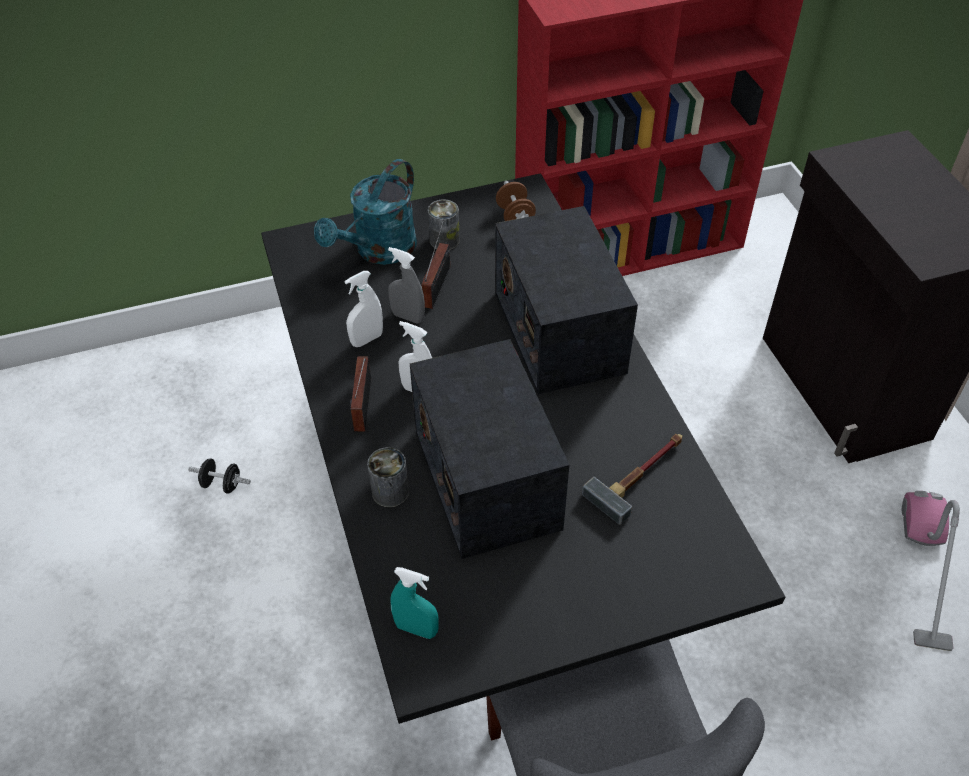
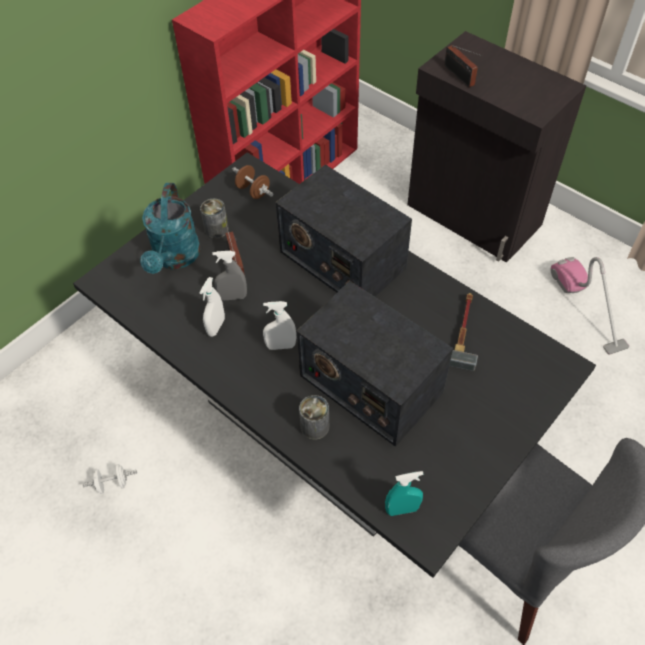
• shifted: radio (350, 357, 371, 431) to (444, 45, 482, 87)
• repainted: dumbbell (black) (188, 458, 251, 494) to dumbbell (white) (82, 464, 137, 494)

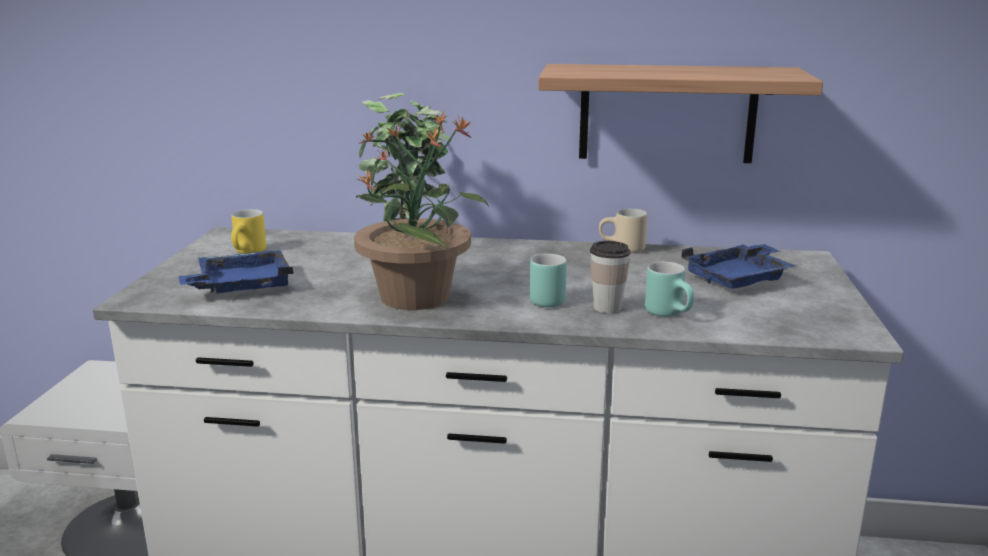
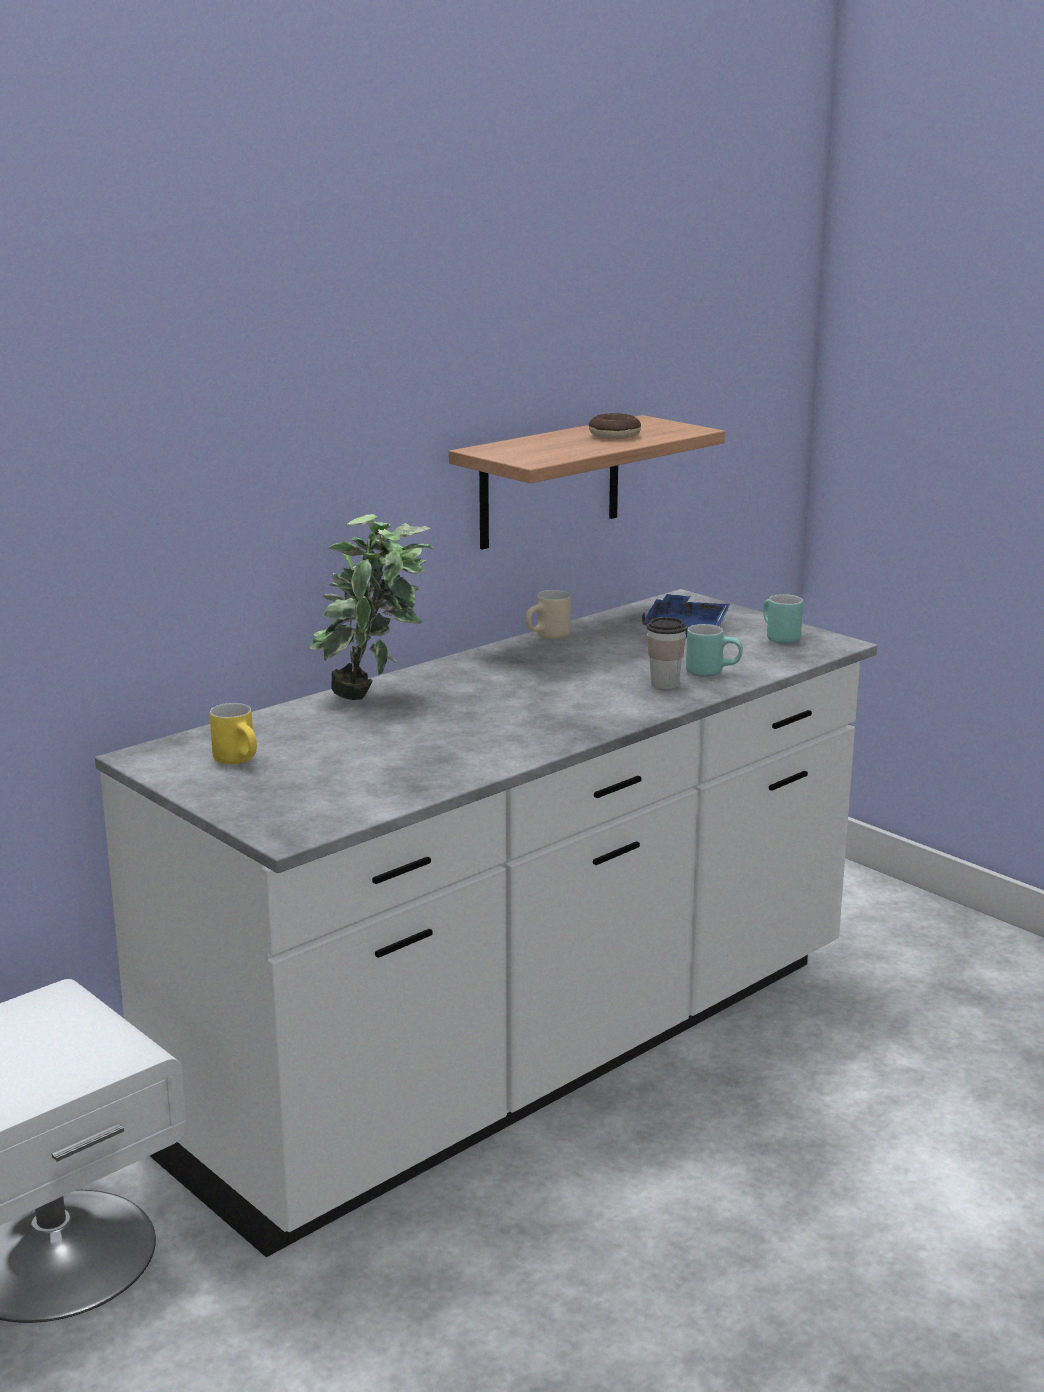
• gone: potted plant (354, 111, 488, 310)
• gone: tray (blue) (178, 250, 294, 293)
• shifted: mug (turquoise) (530, 254, 567, 307) to (763, 594, 803, 644)
• new: donut (589, 413, 641, 440)

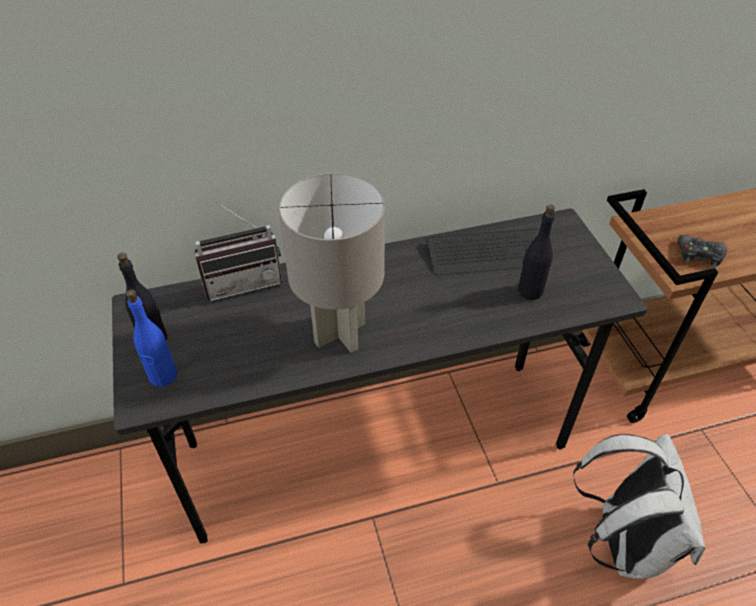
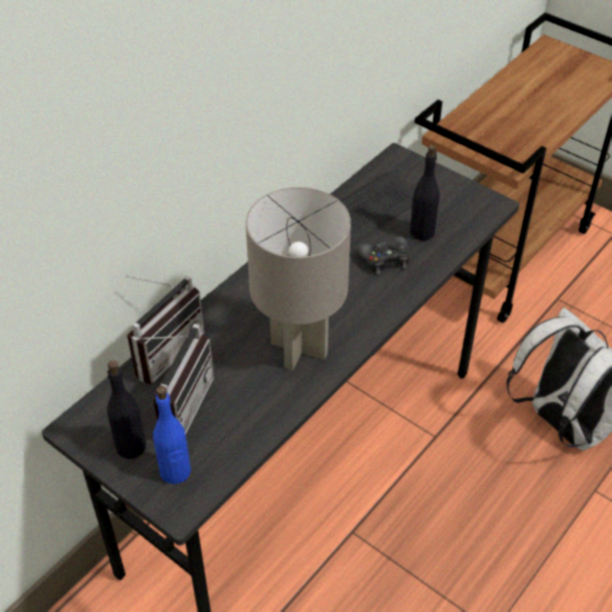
• shifted: game controller (black) (678, 235, 727, 268) to (356, 236, 410, 274)
• new: radio (138, 324, 214, 435)

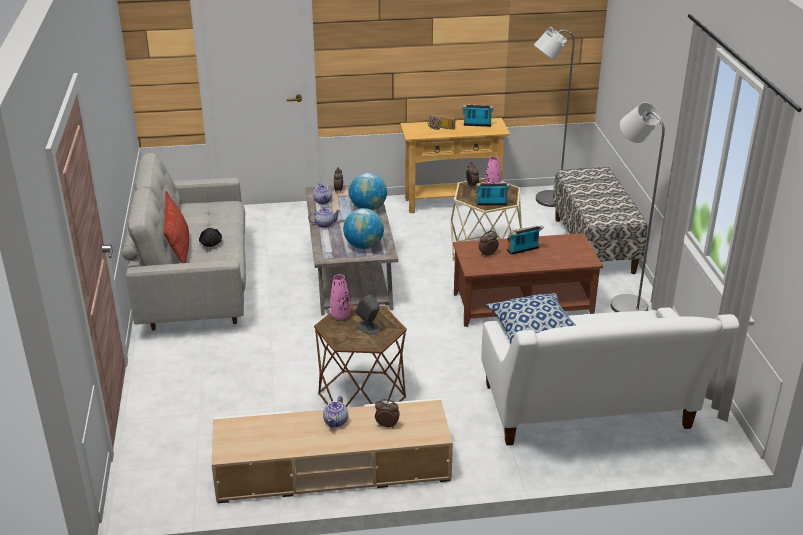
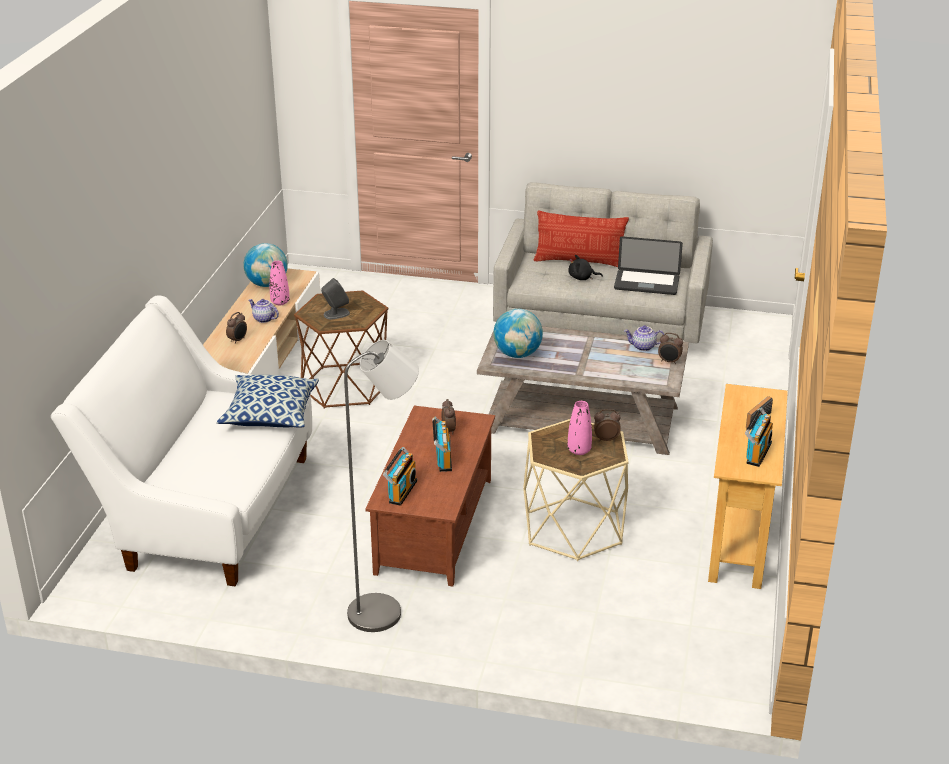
• gone: floor lamp (grey) (534, 26, 575, 207)
• gone: bench (552, 167, 647, 274)
• shifted: globe (349, 173, 387, 210) to (243, 243, 288, 287)
• shifted: radio (475, 182, 510, 206) to (383, 447, 417, 506)
• gone: teapot (308, 207, 341, 228)
• shifted: vase (pink) (330, 274, 350, 320) to (270, 261, 290, 305)
• new: laptop (614, 236, 683, 295)

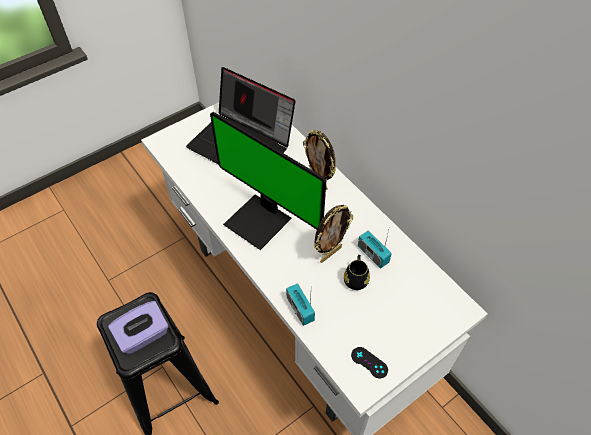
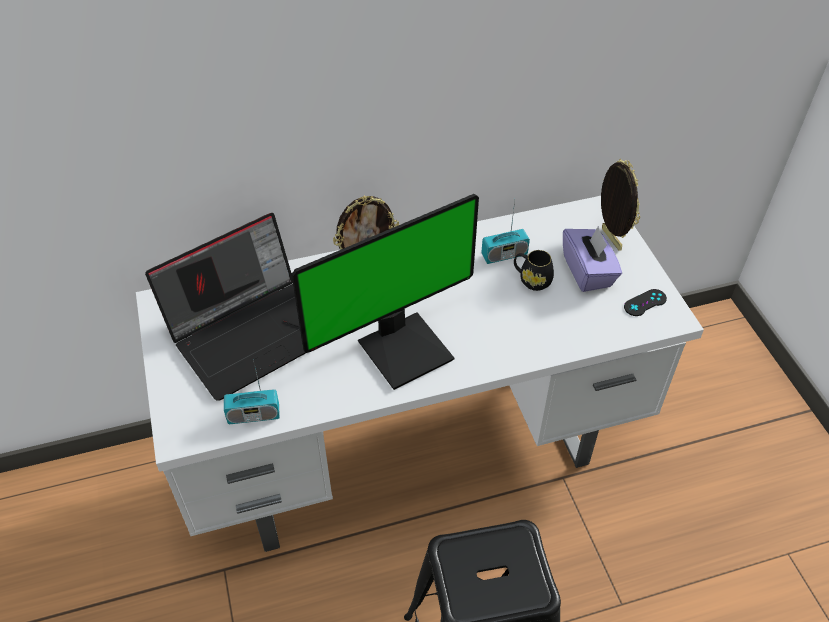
• shifted: picture frame (314, 205, 353, 263) to (601, 159, 640, 251)
• shifted: radio (286, 283, 315, 326) to (224, 360, 280, 424)
• shifted: tissue box (purple) (108, 301, 168, 354) to (563, 226, 622, 292)

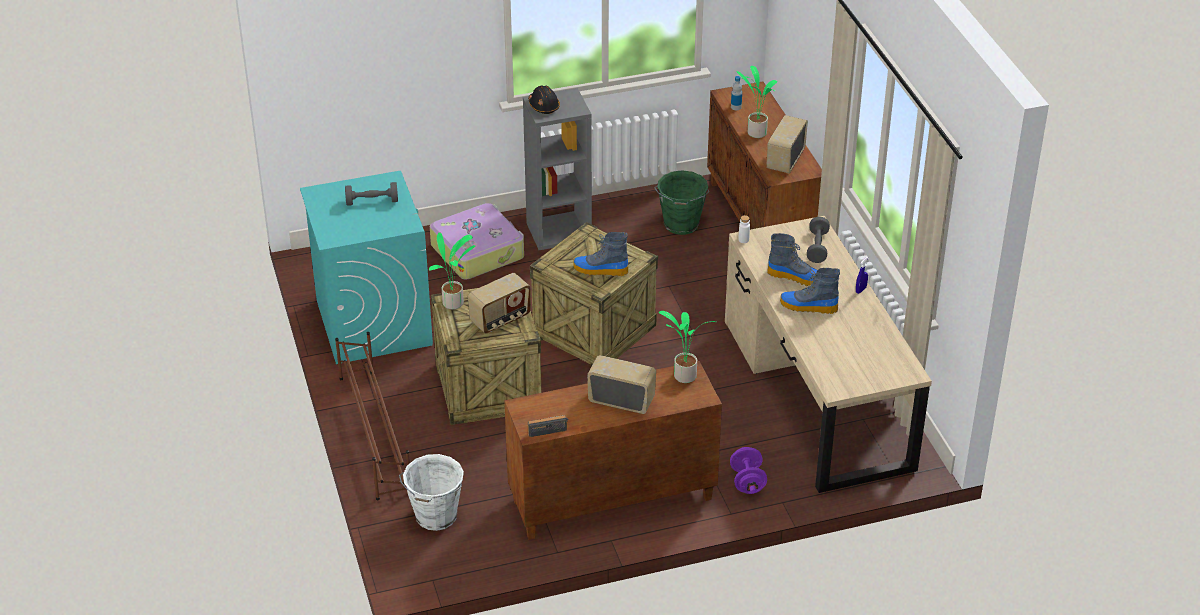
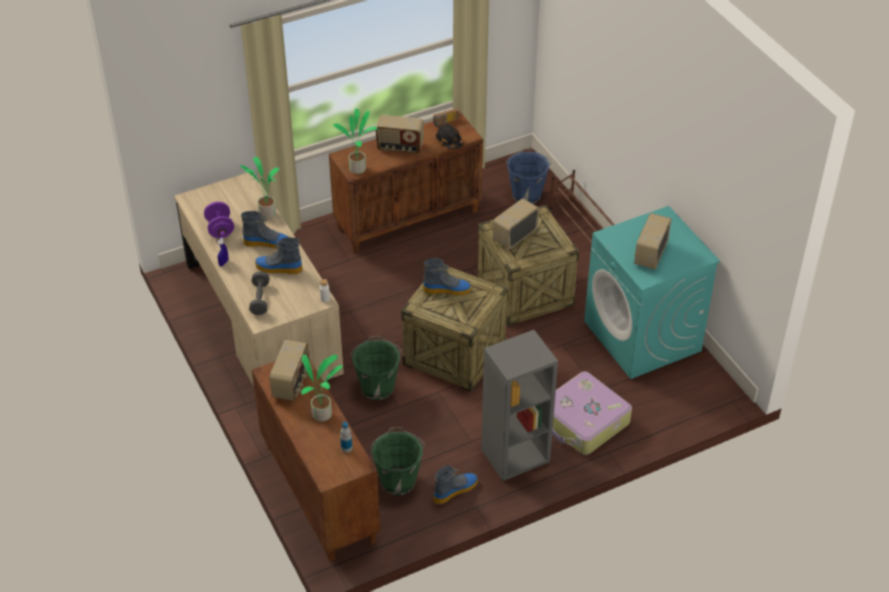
• shifted: hard hat (black) (528, 85, 560, 114) to (435, 124, 463, 149)
• swapped: dumbbell (grey) (345, 182, 398, 206) to radio (634, 213, 672, 269)
• shifted: potted plant (429, 233, 475, 309) to (240, 157, 279, 219)
• shifted: dumbbell (purple) (730, 447, 767, 494) to (204, 202, 234, 238)
• repainted: bucket (white) (399, 454, 464, 531) to bucket (blue) (506, 149, 552, 204)
• new: bucket (green) (351, 336, 402, 400)
• new: boot (433, 465, 478, 504)

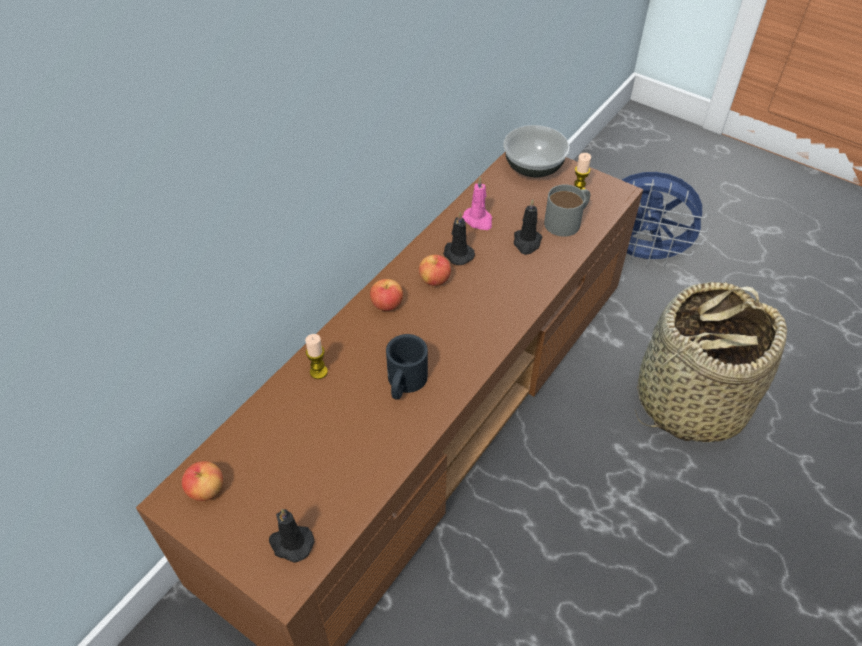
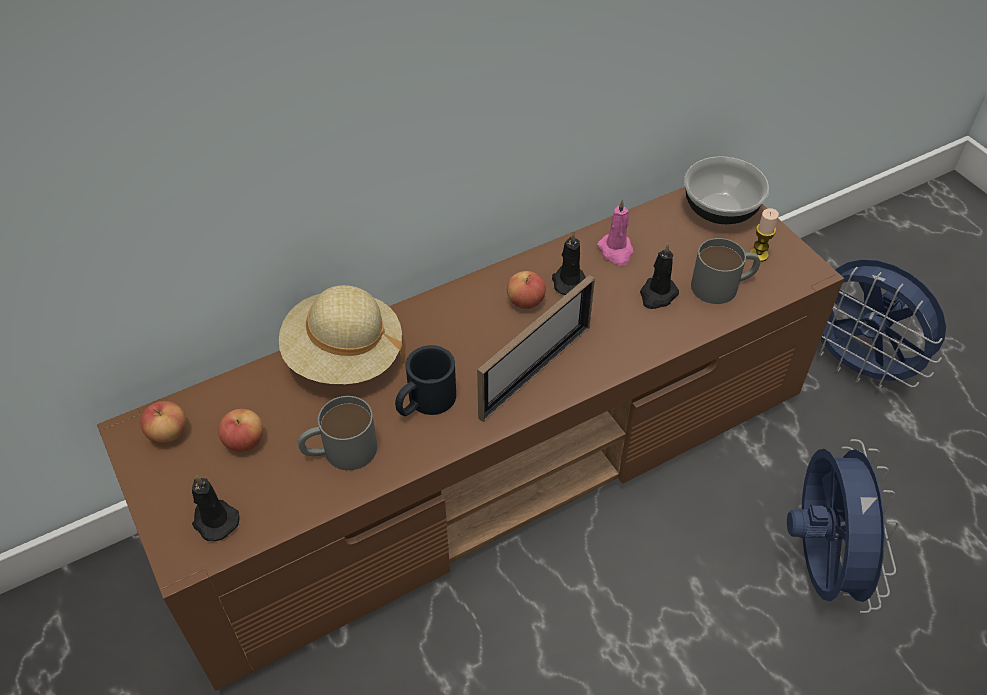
• shifted: apple (370, 279, 403, 311) to (218, 409, 263, 452)
• swapped: basket (635, 282, 787, 442) to fan (blue) (787, 439, 899, 613)
• swapped: candle (305, 334, 328, 379) to hat (beige) (279, 285, 404, 384)
• new: picture frame (477, 275, 595, 422)
• new: mug (grey) (298, 396, 377, 470)

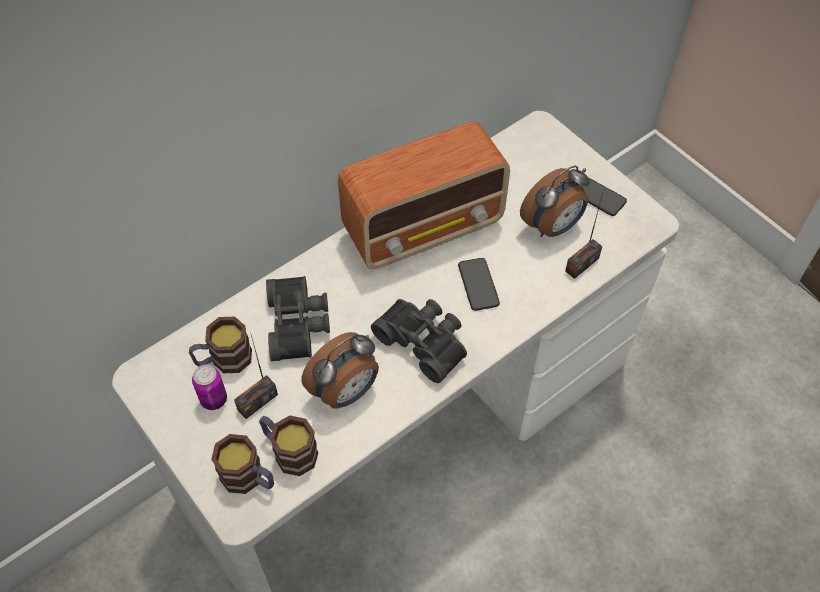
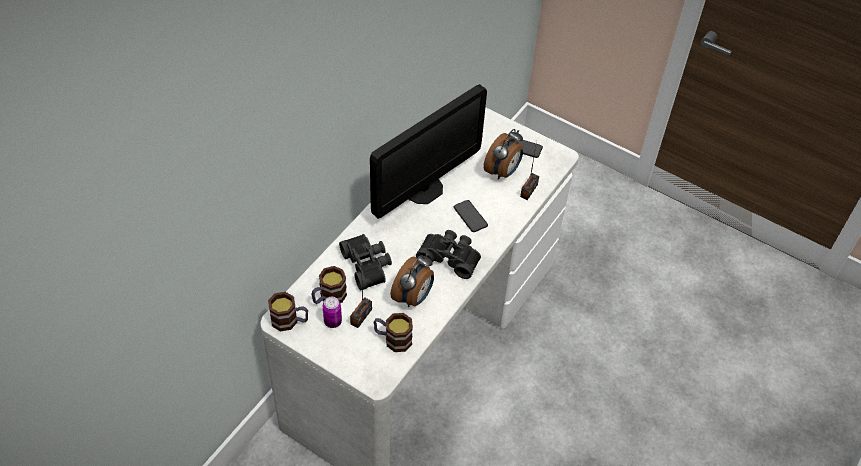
• swapped: radio (338, 122, 510, 269) to monitor (370, 84, 487, 219)
• shifted: mug (211, 434, 274, 494) to (268, 292, 308, 331)

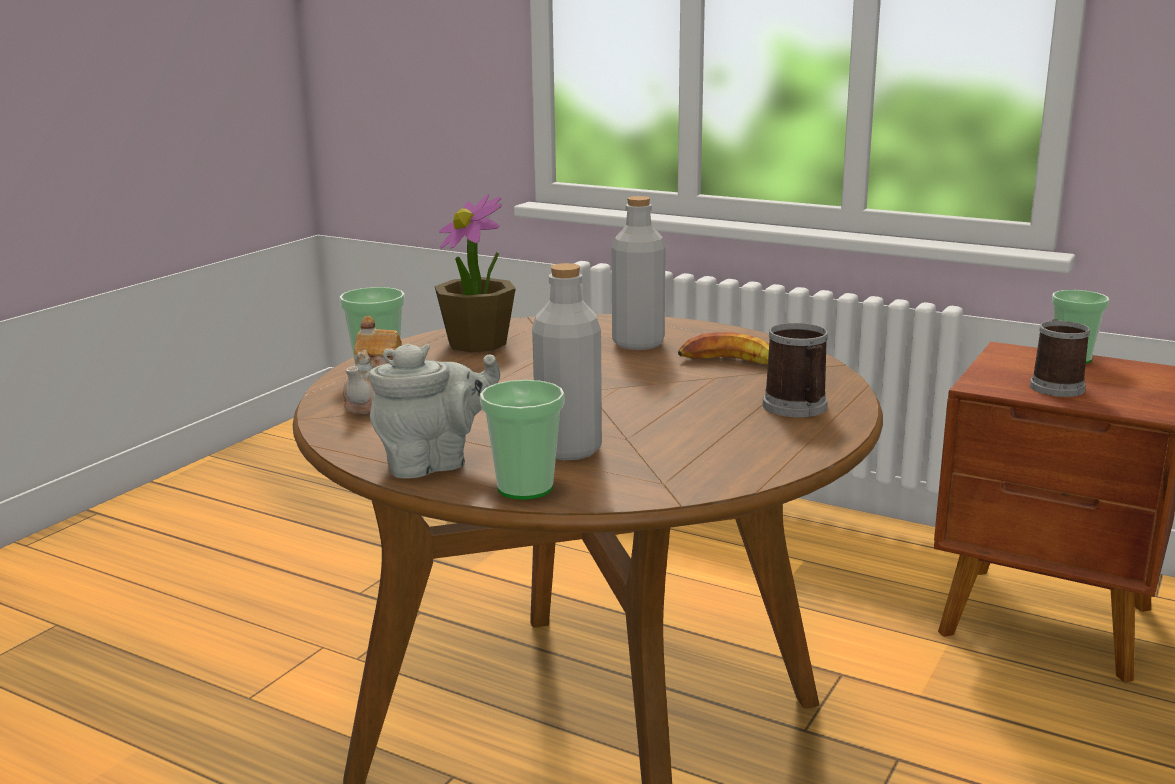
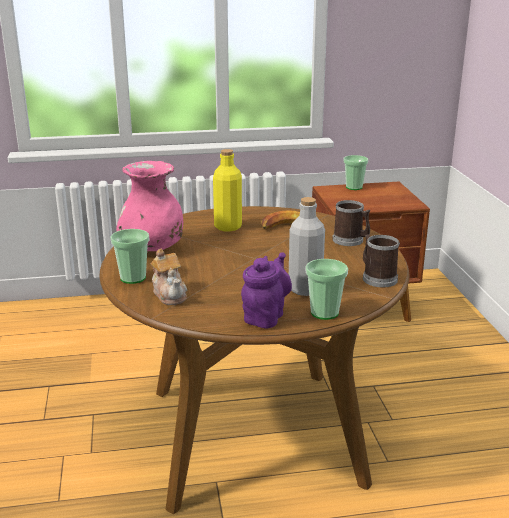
• swapped: potted plant (435, 194, 516, 353) to vase (pink) (116, 161, 183, 251)
• repainted: bottle (grey) (612, 196, 666, 350) to bottle (yellow) (213, 149, 242, 231)
• shifted: mug (1030, 319, 1090, 397) to (363, 234, 400, 287)
• repainted: teapot (grey) (369, 344, 500, 479) to teapot (purple) (241, 252, 292, 328)

